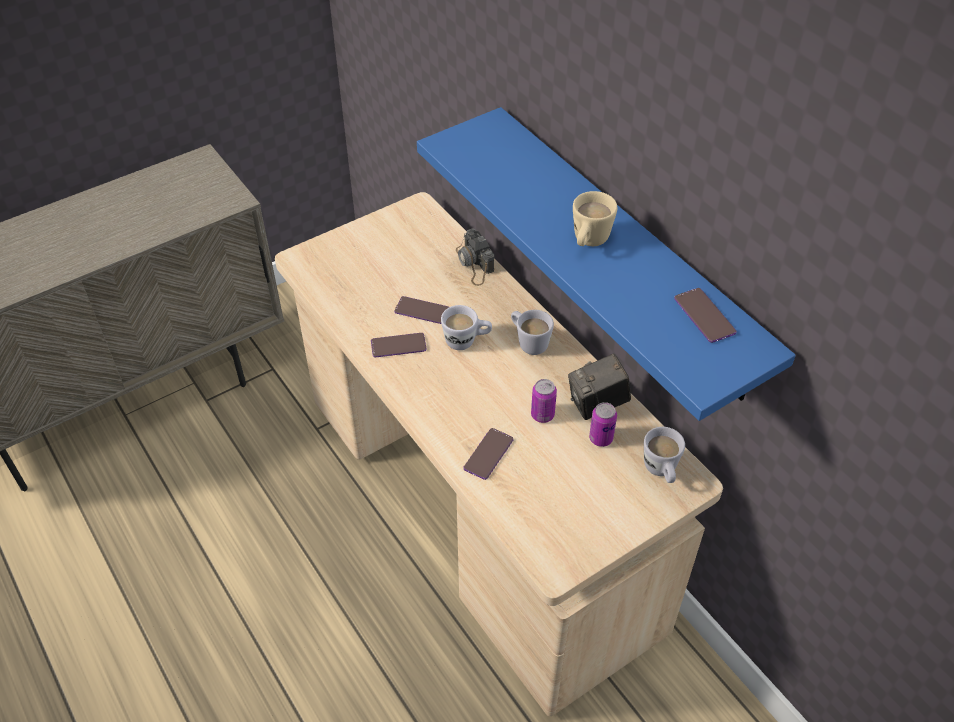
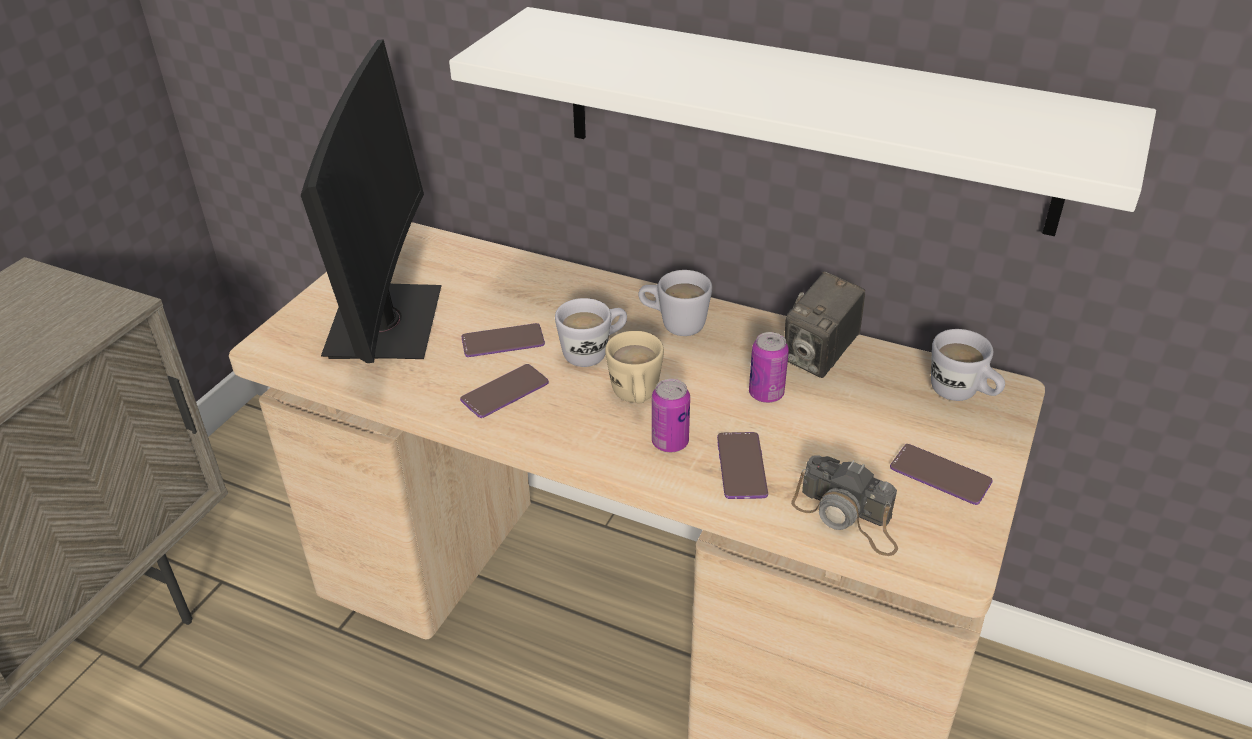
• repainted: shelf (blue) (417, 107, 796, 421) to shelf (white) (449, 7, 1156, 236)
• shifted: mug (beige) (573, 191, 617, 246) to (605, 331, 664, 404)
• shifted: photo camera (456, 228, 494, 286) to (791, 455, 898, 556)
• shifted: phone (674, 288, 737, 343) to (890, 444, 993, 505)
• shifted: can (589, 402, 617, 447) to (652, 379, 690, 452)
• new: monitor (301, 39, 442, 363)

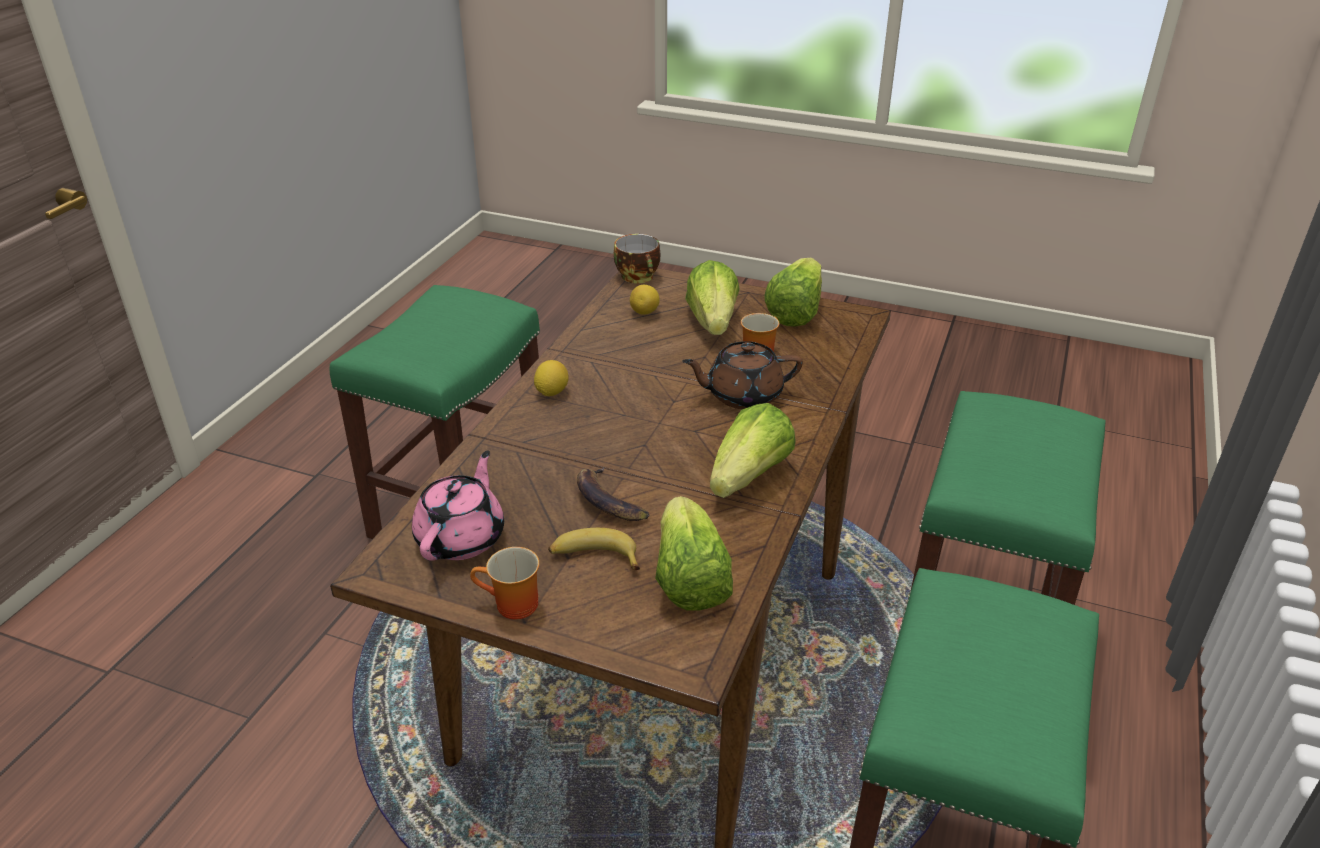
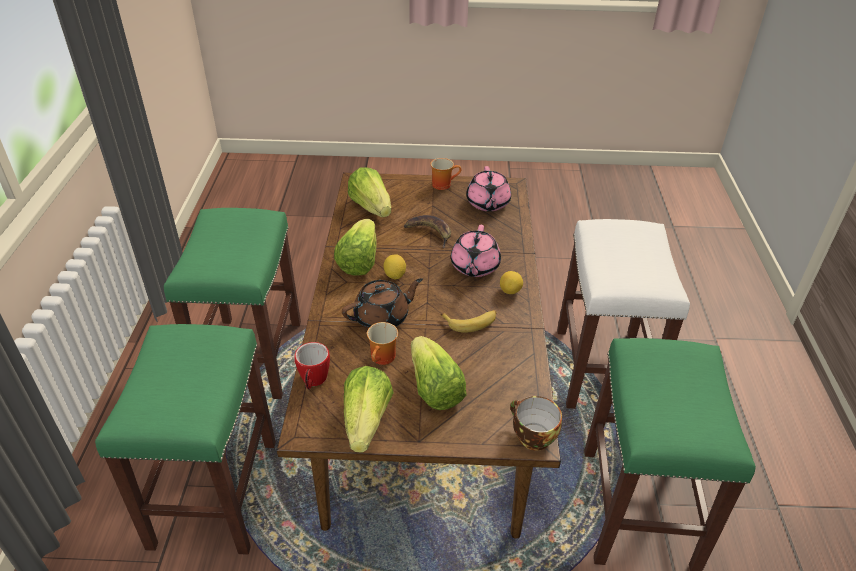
• shifted: lemon (630, 285, 660, 315) to (383, 254, 406, 279)
• shifted: banana (548, 528, 640, 570) to (441, 310, 497, 333)
• new: stool (white) (557, 219, 690, 409)
• new: teapot (pink) (451, 225, 501, 277)
• new: mug (294, 342, 330, 390)

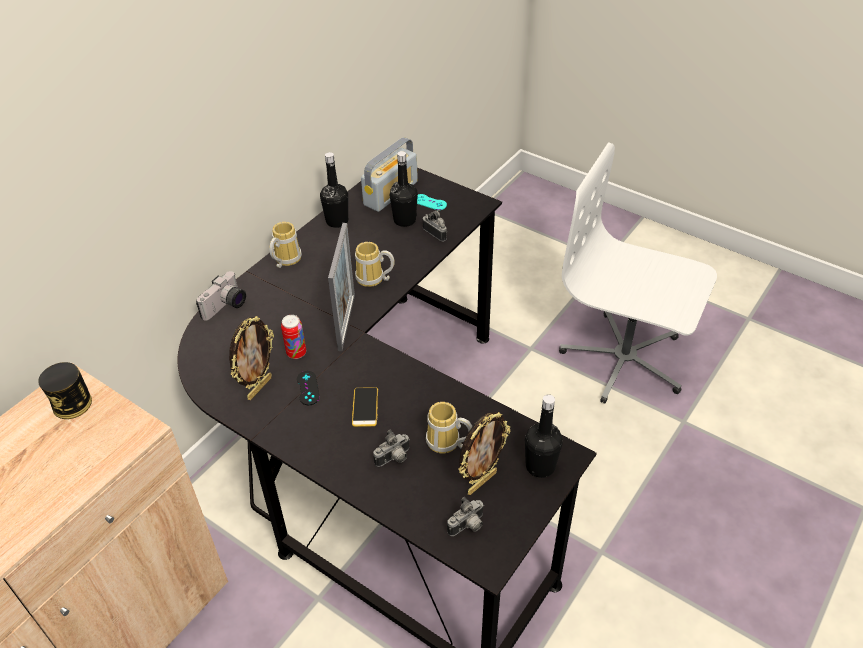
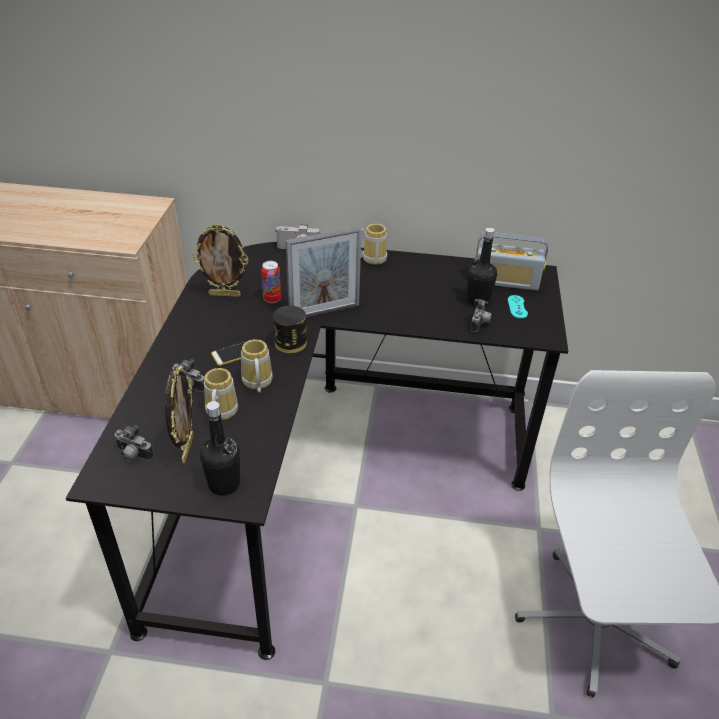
• gone: bottle (black) (320, 152, 348, 228)
• shifted: mug (355, 242, 395, 287) to (241, 339, 273, 392)
• shifted: can (38, 362, 92, 419) to (273, 306, 307, 354)
• gone: game controller (black) (297, 371, 320, 405)
• rotated: picture frame (458, 412, 510, 495) = (165, 365, 194, 464) 105 degrees counterclockwise

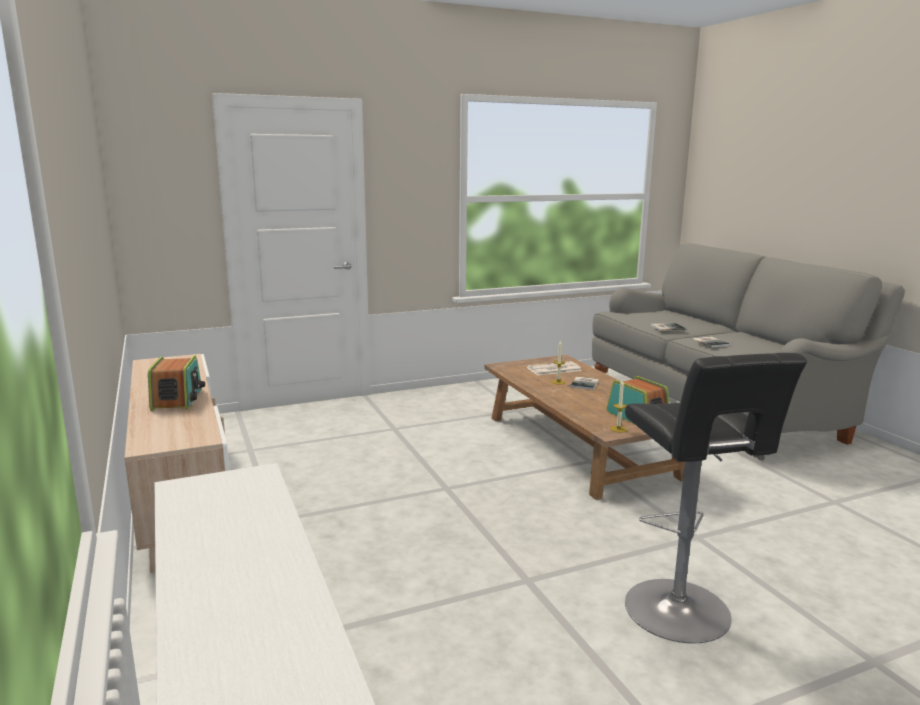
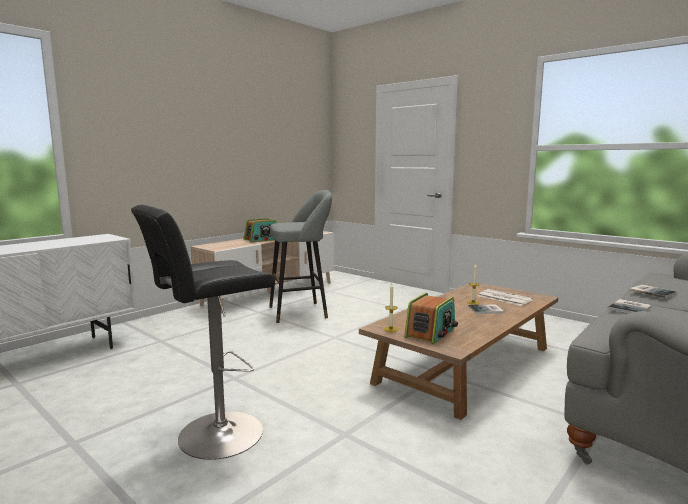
• new: stool (grey) (269, 190, 332, 323)

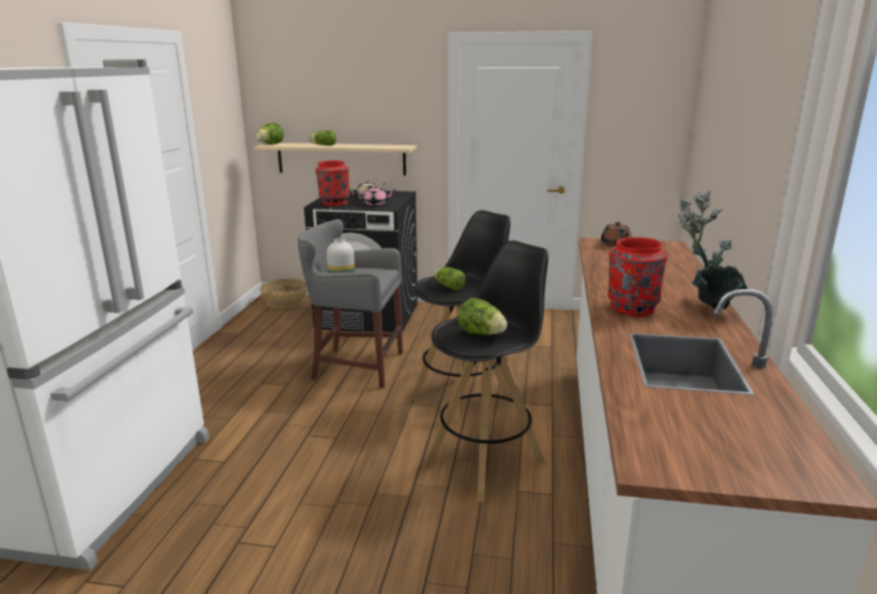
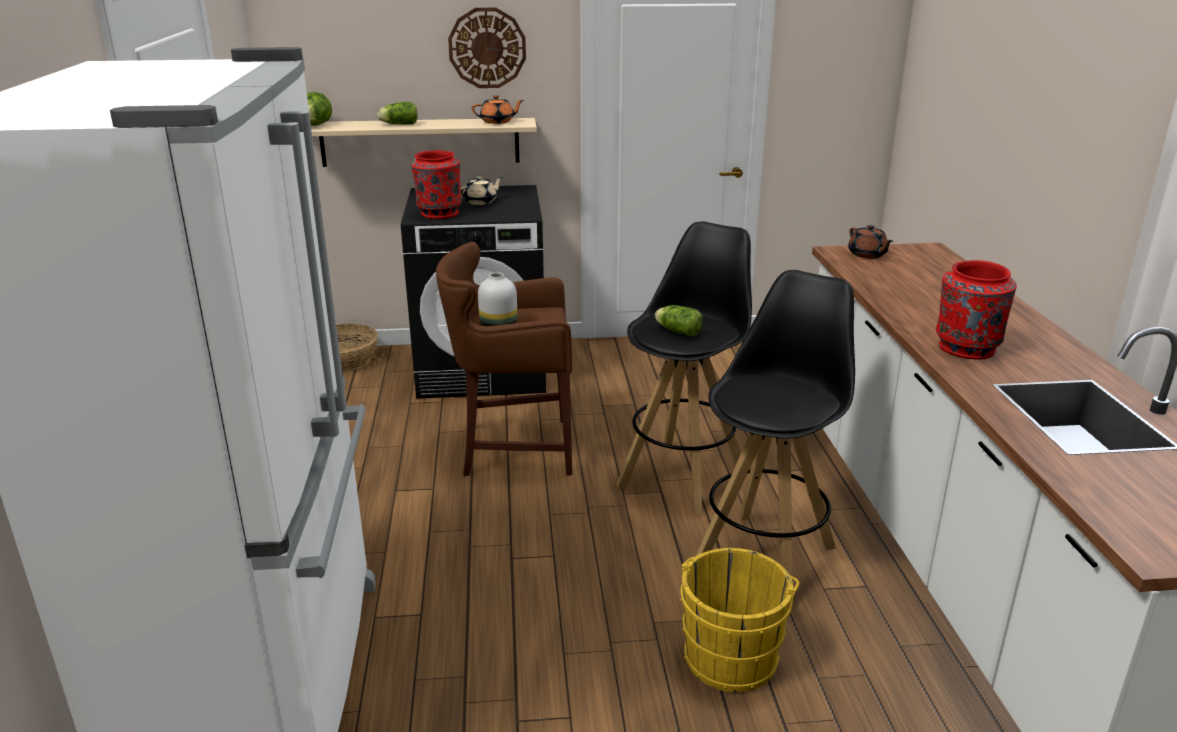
• gone: teapot (pink) (358, 185, 394, 206)
• gone: potted plant (677, 191, 748, 310)
• repainted: stool (grey) (297, 219, 403, 388) to stool (brown) (436, 242, 572, 476)
• gone: lettuce (458, 298, 507, 335)
• new: wall clock (448, 8, 526, 88)
• new: teapot (orange) (472, 95, 524, 124)
• new: bucket (yellow) (680, 548, 800, 692)

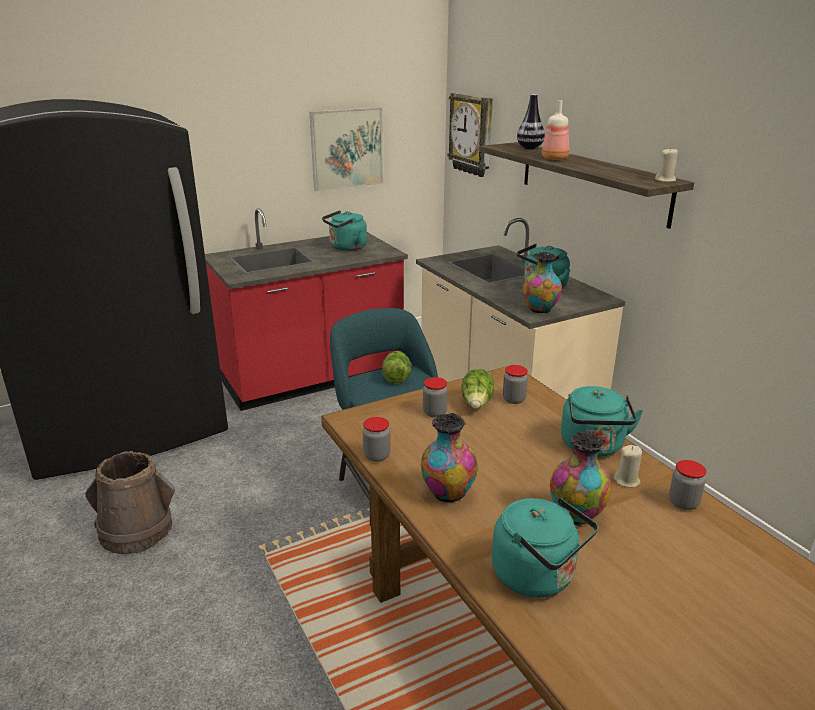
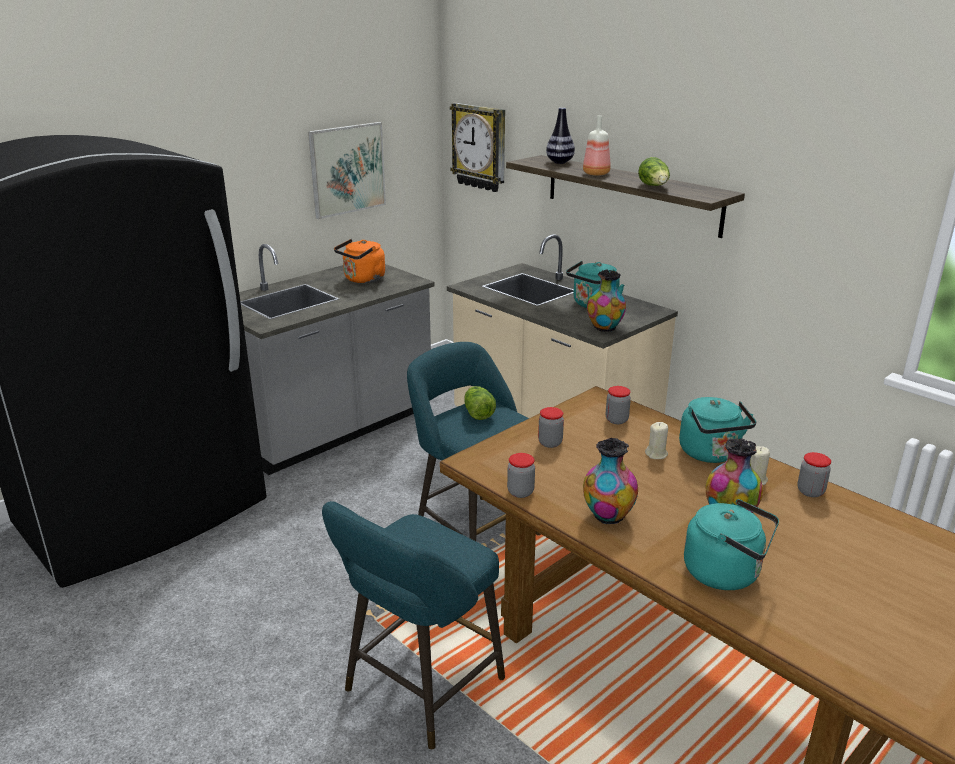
• shifted: candle (beige) (655, 147, 678, 182) to (645, 422, 668, 459)
• repainted: counter (red) (205, 208, 408, 411) to counter (grey) (239, 244, 435, 475)
• repainted: kettle (turquoise) (322, 210, 367, 251) to kettle (orange) (334, 239, 385, 283)
• shifted: lettuce (461, 369, 494, 409) to (638, 157, 670, 186)
• gone: bucket (brown) (85, 451, 175, 554)
• new: stool (turquoise) (322, 501, 505, 750)

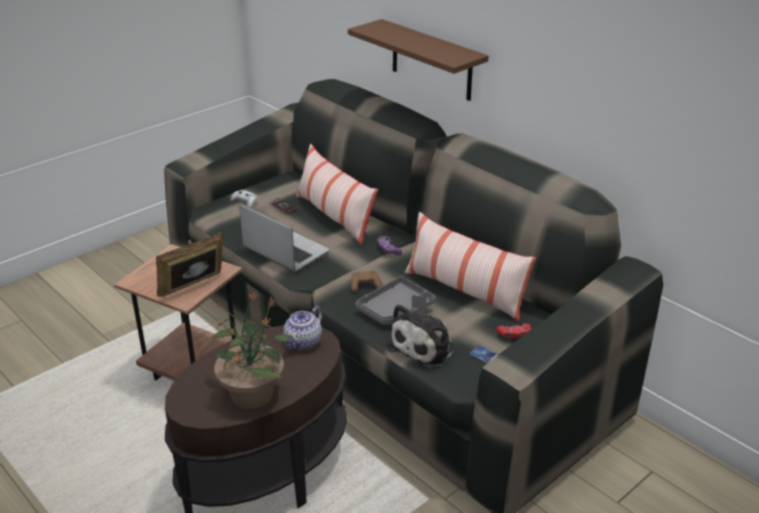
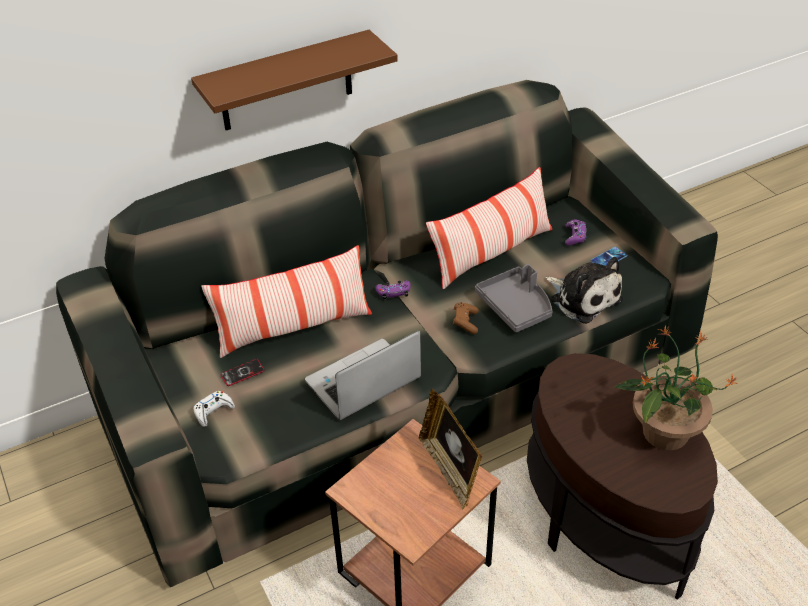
• gone: teapot (283, 306, 323, 350)
• repainted: game controller (red) (496, 323, 531, 340) to game controller (purple) (565, 220, 586, 245)

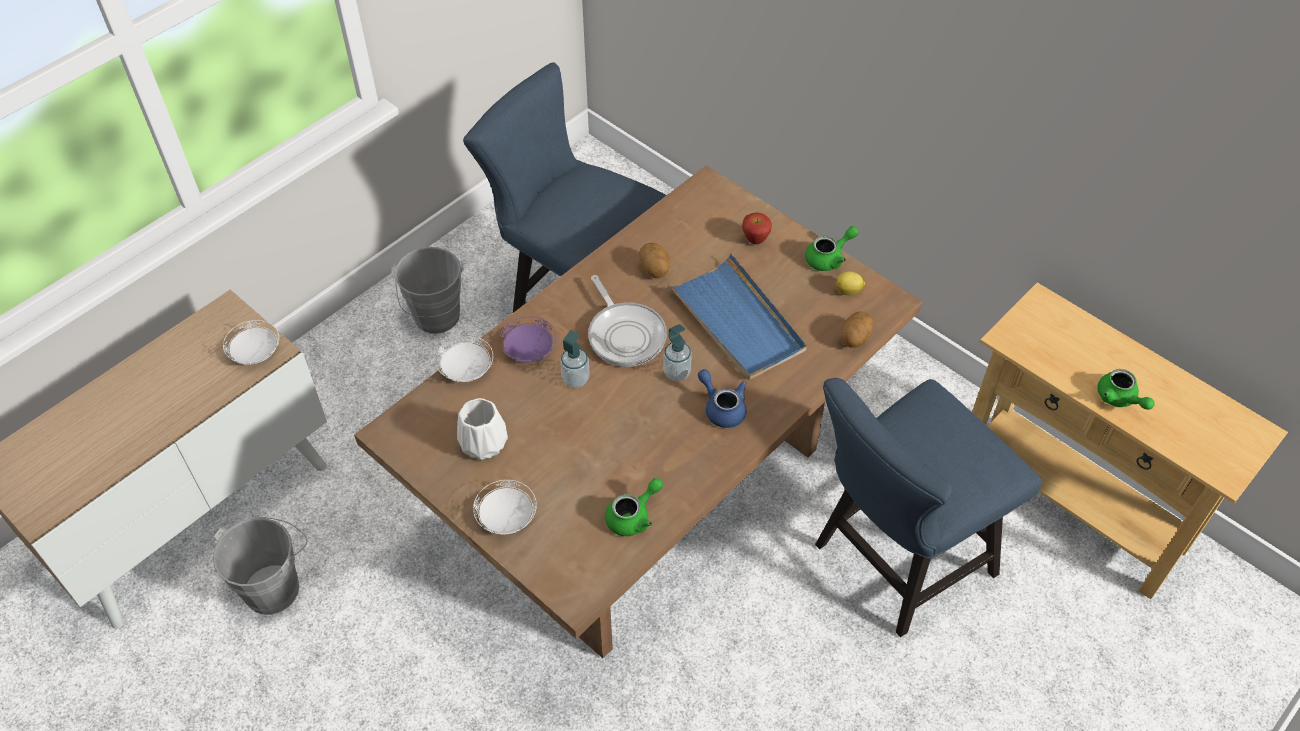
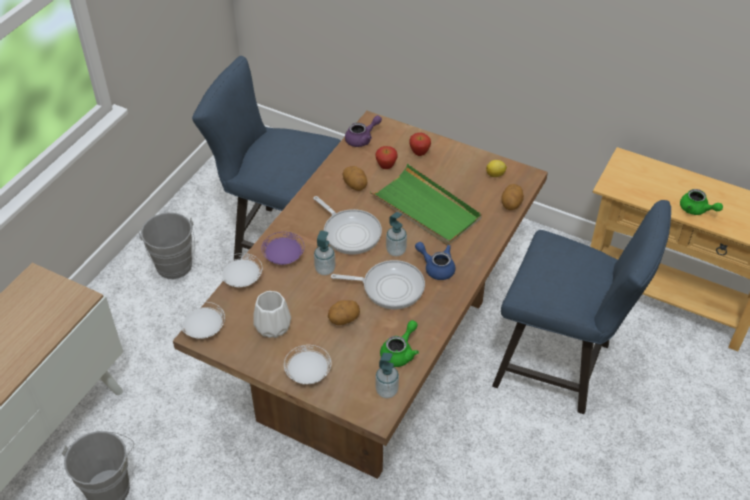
• gone: teapot (green) (805, 226, 859, 271)
• repainted: tray (blue) (667, 253, 807, 380) to tray (green) (370, 164, 482, 245)
• shifted: plate (white) (223, 320, 279, 365) to (179, 302, 225, 339)
• rotated: chair (blue) (815, 378, 1042, 637) = (492, 200, 671, 414) 105 degrees counterclockwise
• new: teapot (purple) (345, 115, 382, 147)
• new: apple (376, 146, 397, 169)
• new: frying pan (331, 260, 425, 309)
• new: potato (328, 300, 360, 325)
• new: soap dispenser (375, 353, 399, 399)

